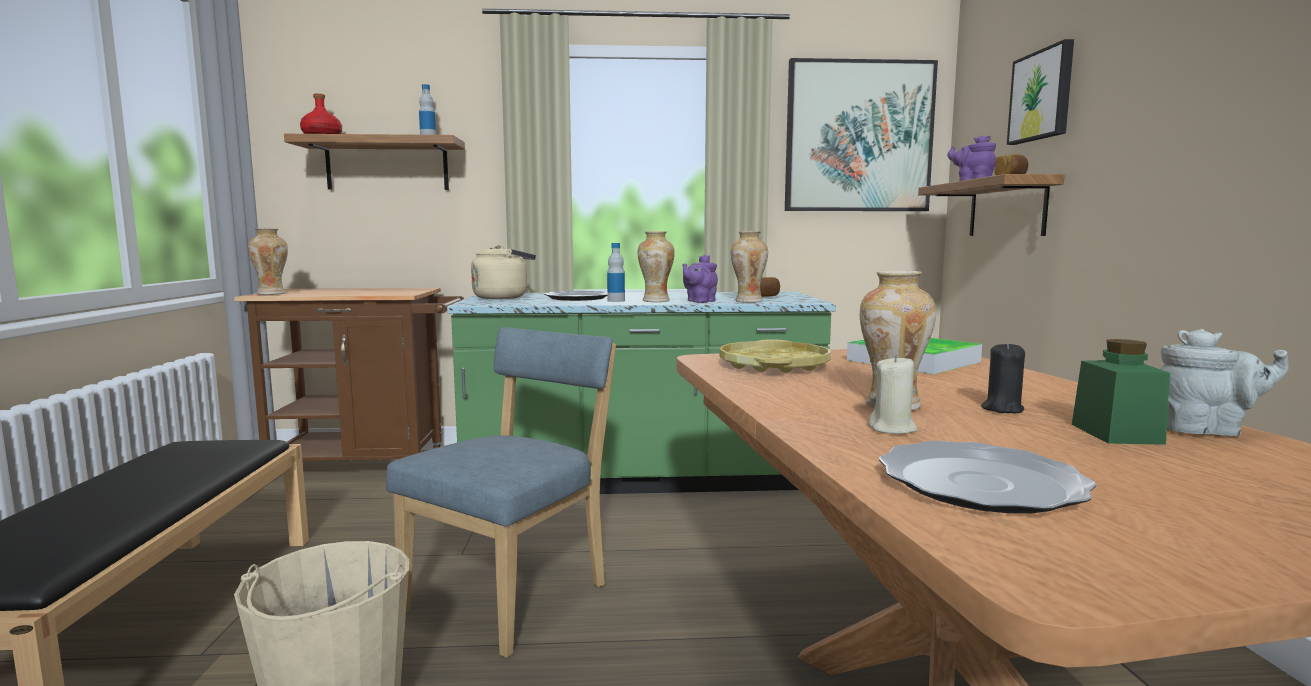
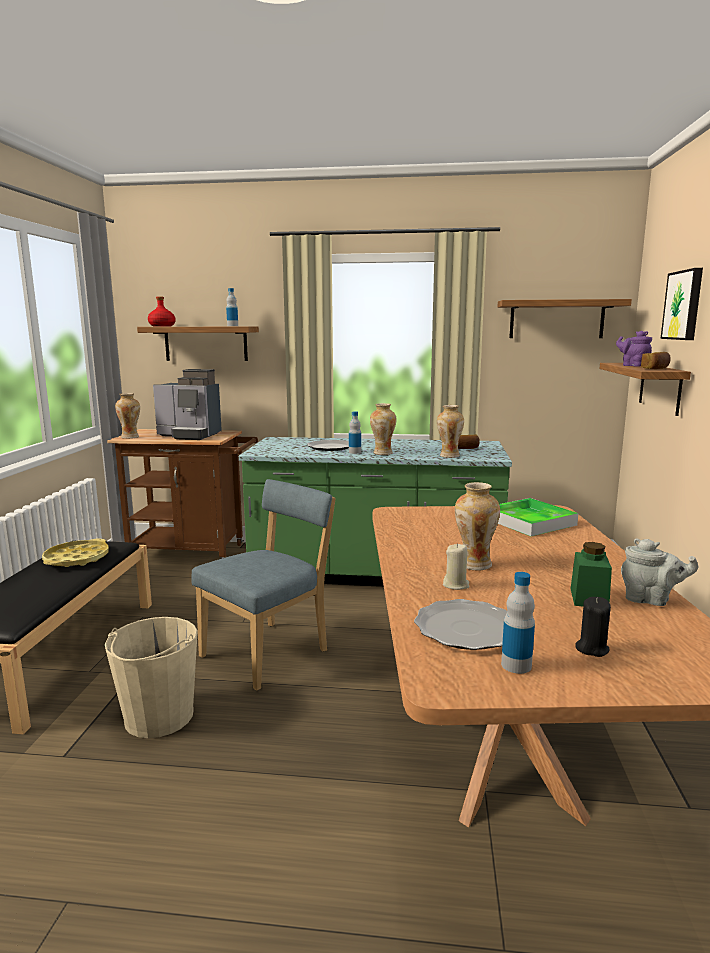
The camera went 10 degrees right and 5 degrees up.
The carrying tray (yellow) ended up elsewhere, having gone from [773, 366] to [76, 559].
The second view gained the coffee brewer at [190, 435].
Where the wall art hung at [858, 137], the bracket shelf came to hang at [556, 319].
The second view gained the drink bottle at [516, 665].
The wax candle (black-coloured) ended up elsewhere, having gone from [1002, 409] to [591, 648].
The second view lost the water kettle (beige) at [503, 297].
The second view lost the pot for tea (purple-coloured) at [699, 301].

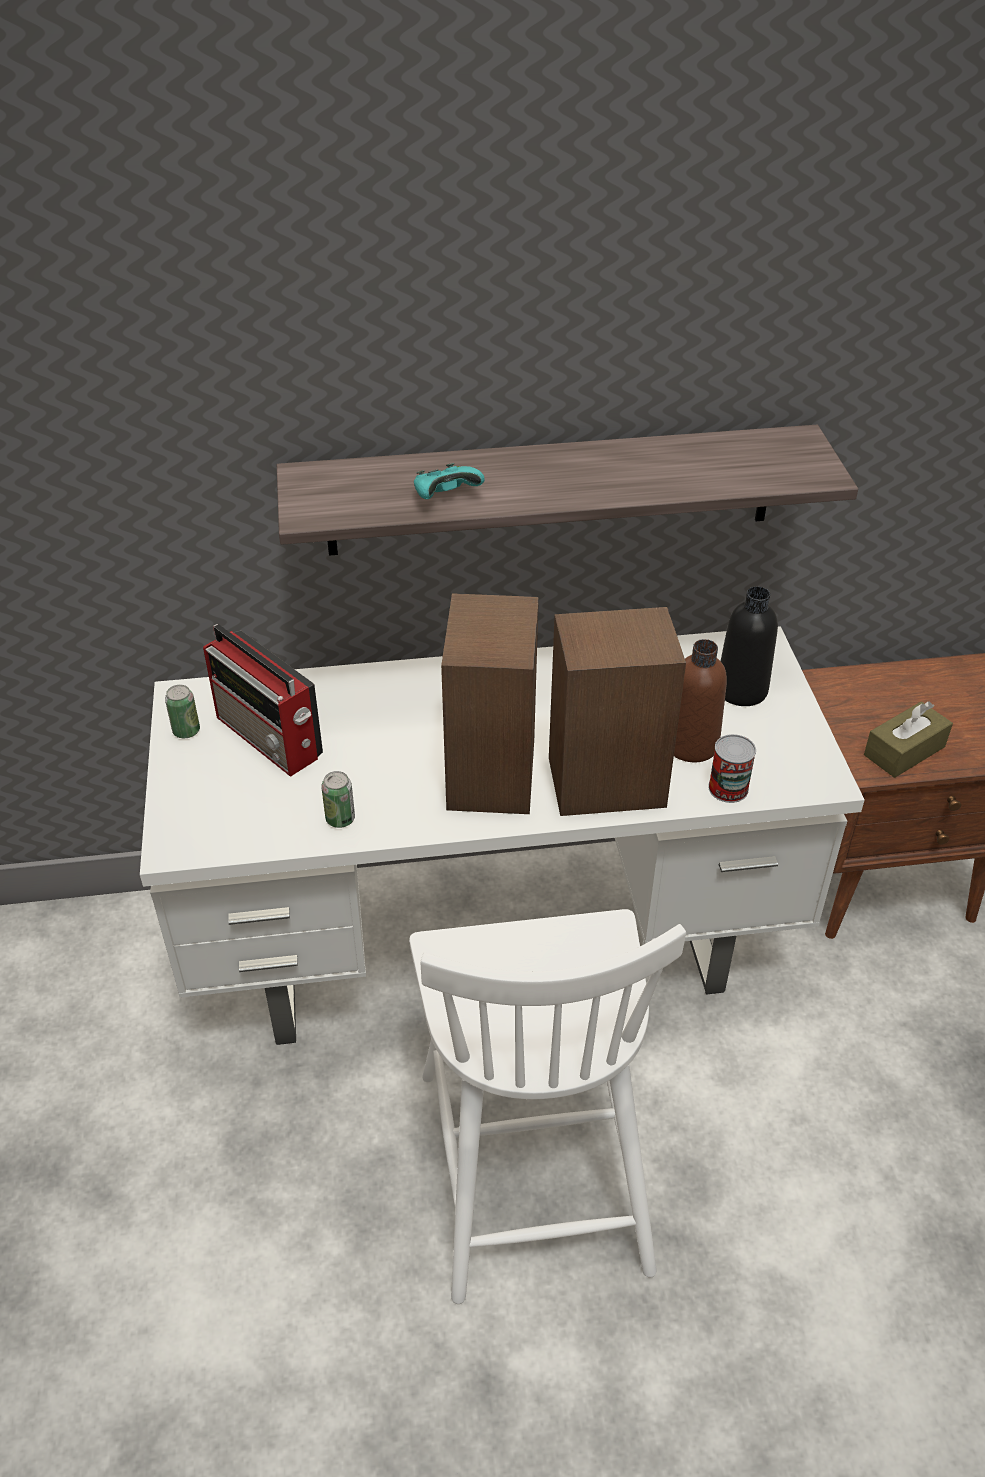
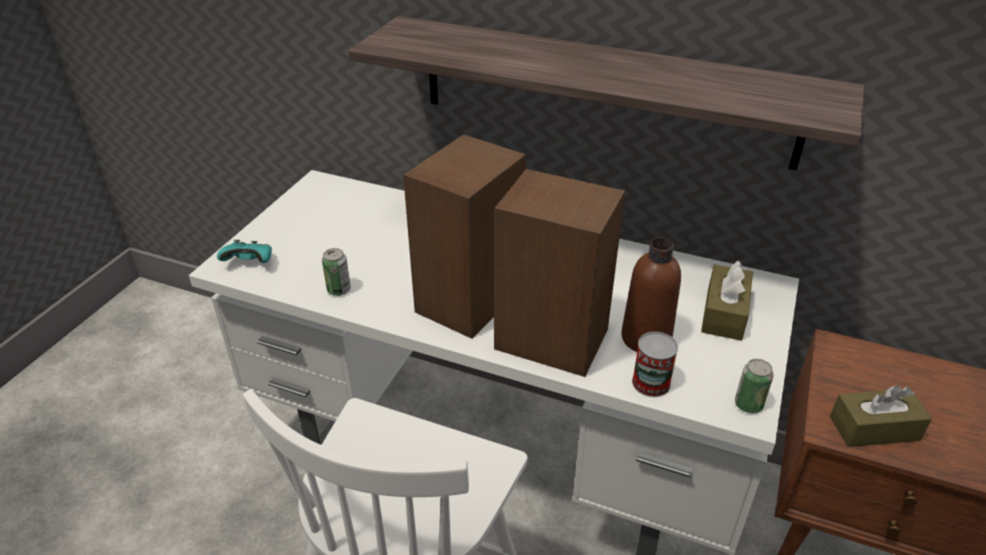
The camera went 30 degrees right and 5 degrees down.
The gamepad (turquoise-coloured) ended up elsewhere, having gone from [446, 497] to [250, 263].
Where the drink bottle (black-coloured) stood at [741, 690], the box of tissues (brownish) came to stand at [724, 313].
The metal can ended up elsewhere, having gone from [186, 731] to [748, 405].
The second view lost the radio receiver at [270, 738].

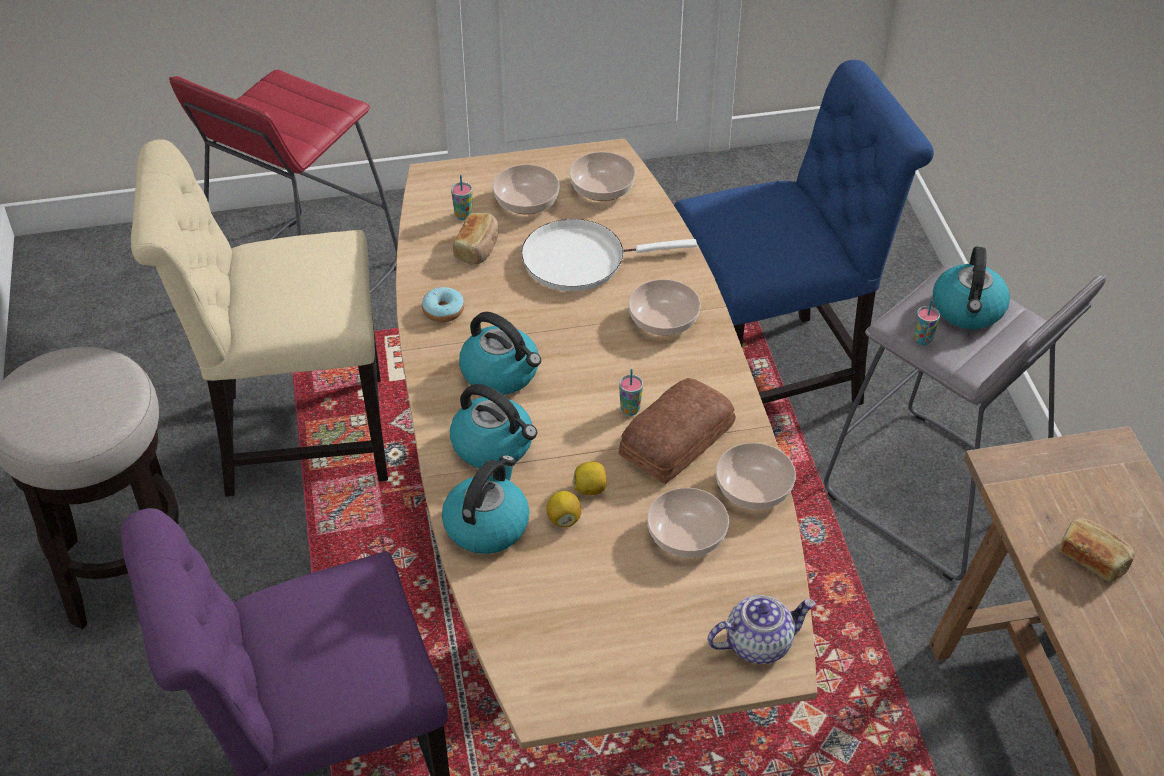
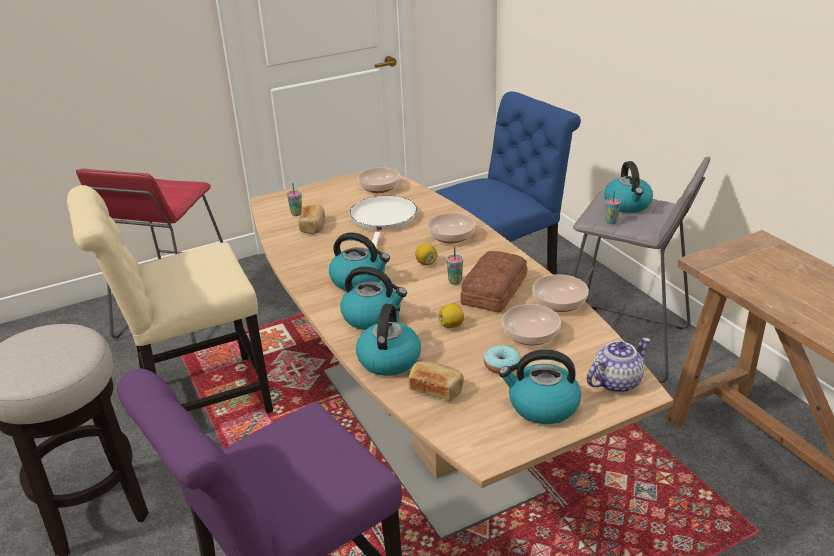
The camera went 15 degrees left and 15 degrees down.
The frying pan (whitish) at [580, 260] ended up facing another way, 120 degrees clockwise from before.
The baked bread ended up elsewhere, having gone from [1093, 558] to [436, 389].
The whole lemon ended up elsewhere, having gone from [563, 519] to [426, 263].
The ring doughnut ended up elsewhere, having gone from [443, 311] to [501, 365].
The second view gained the water kettle at [542, 406].
The second view lost the deep dish at [527, 200].

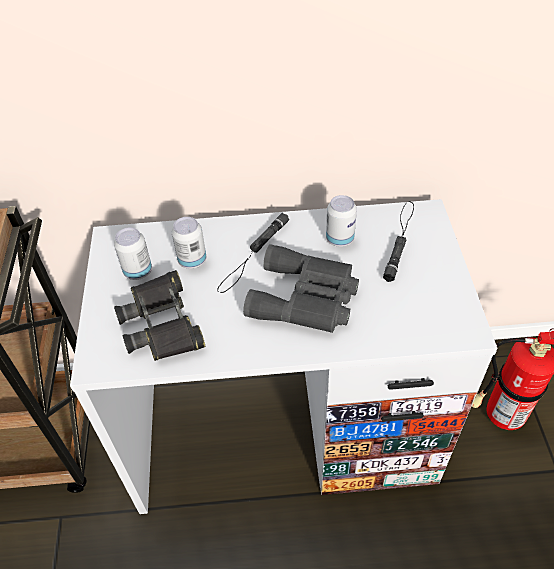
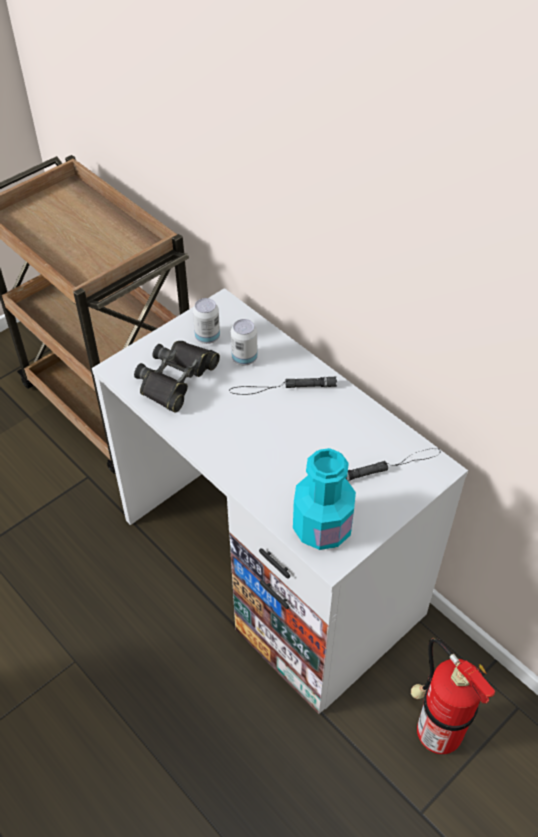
The camera went 50 degrees right and 0 degrees up.
The second view gained the drink bottle (turquoise-coloured) at [322, 528].
The second view lost the field glasses (gray) at [306, 298].
The second view lost the metal can at [339, 239].

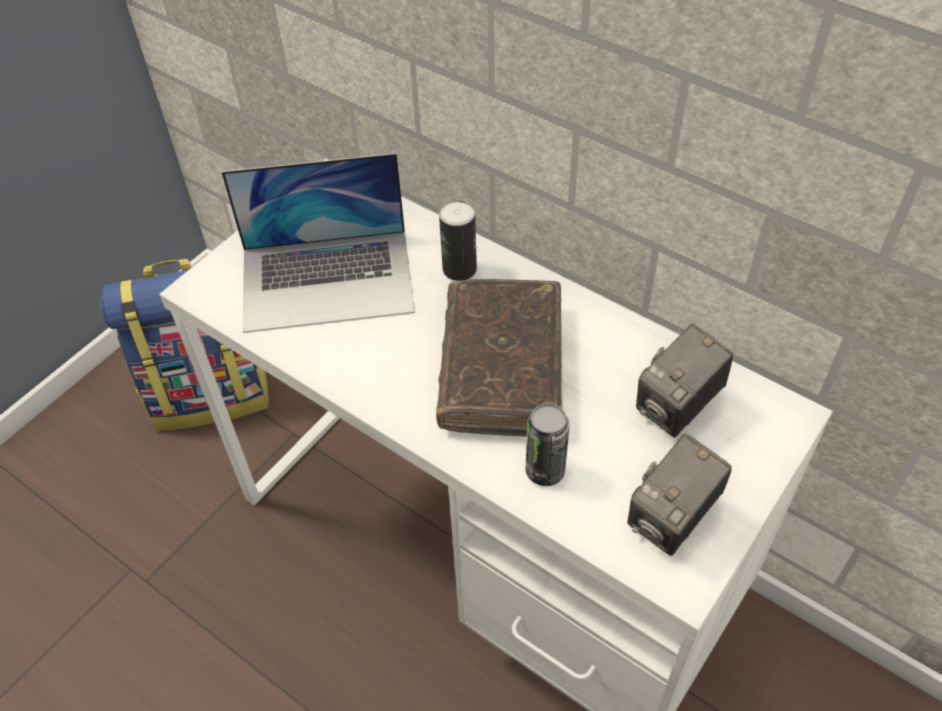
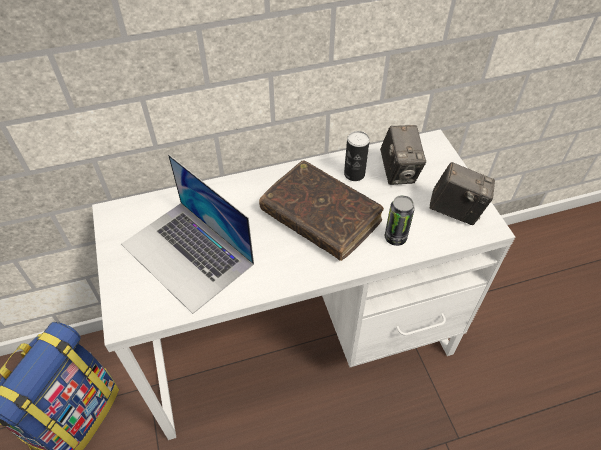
The camera went 55 degrees left and 0 degrees up.
The portable computer at [328, 280] ended up facing another way, 105 degrees clockwise from before.
The metal can ended up elsewhere, having gone from [459, 269] to [354, 174].
The still camera at [671, 519] ended up facing another way, 60 degrees counterclockwise from before.

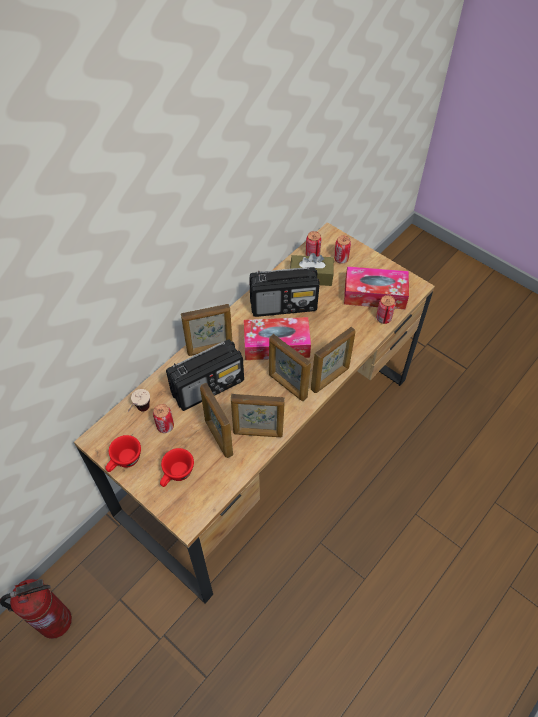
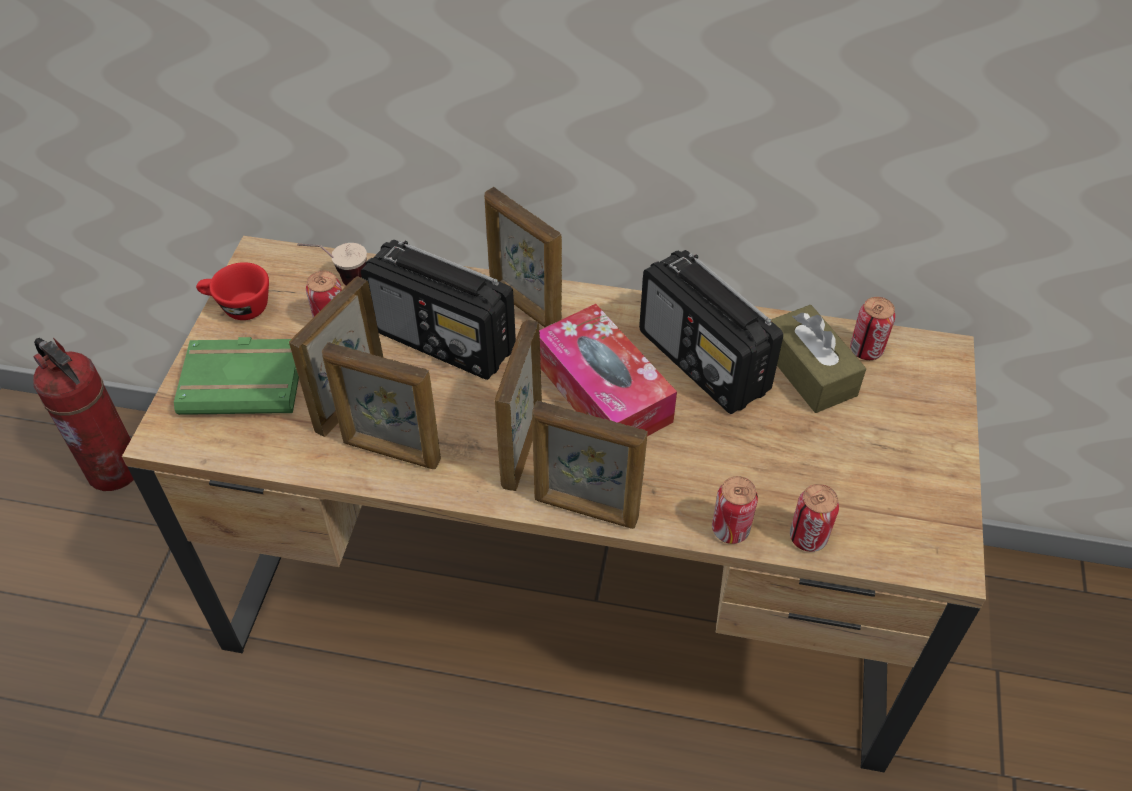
The camera went 60 degrees right and 5 degrees down.
Where the cup (reddish) stood at [177, 475], the volume (green) came to stand at [246, 381].
The picture frame at [258, 433] ended up facing another way, 45 degrees counterclockwise from before.
The metal can ended up elsewhere, having gone from [341, 259] to [730, 529].
The second view lost the box of tissues at [374, 294].

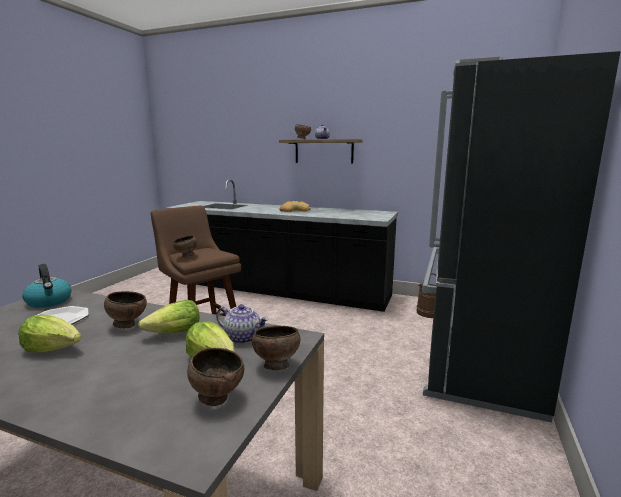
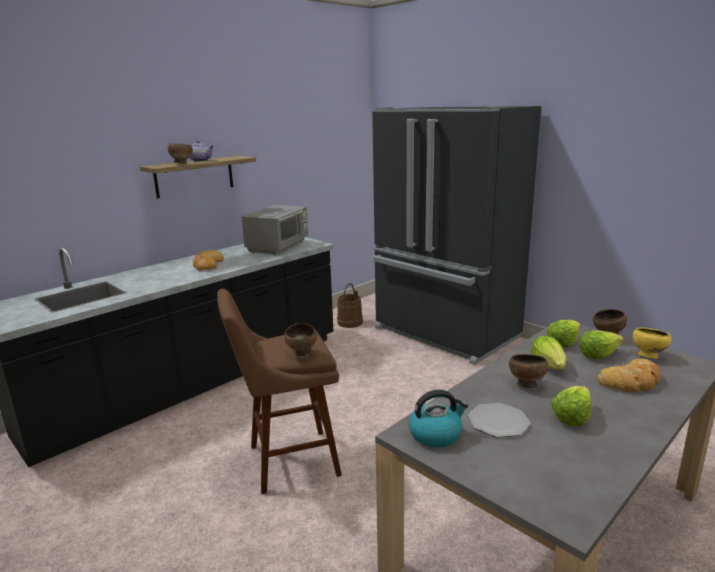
The camera went 65 degrees left and 5 degrees up.
The second view gained the microwave oven (gray) at [279, 247].
Where the pot for tea stood at [243, 337], the head of lettuce came to stand at [563, 342].
The second view gained the baked bread at [632, 381].
What was the deep dish (brownish) at [217, 398] turned into the deep dish (yellow) at [647, 356].

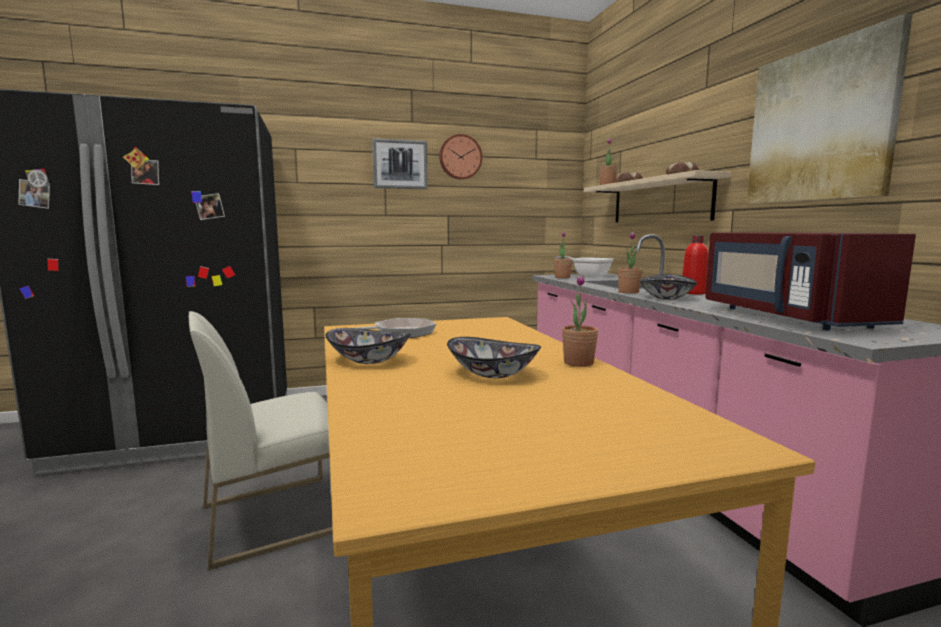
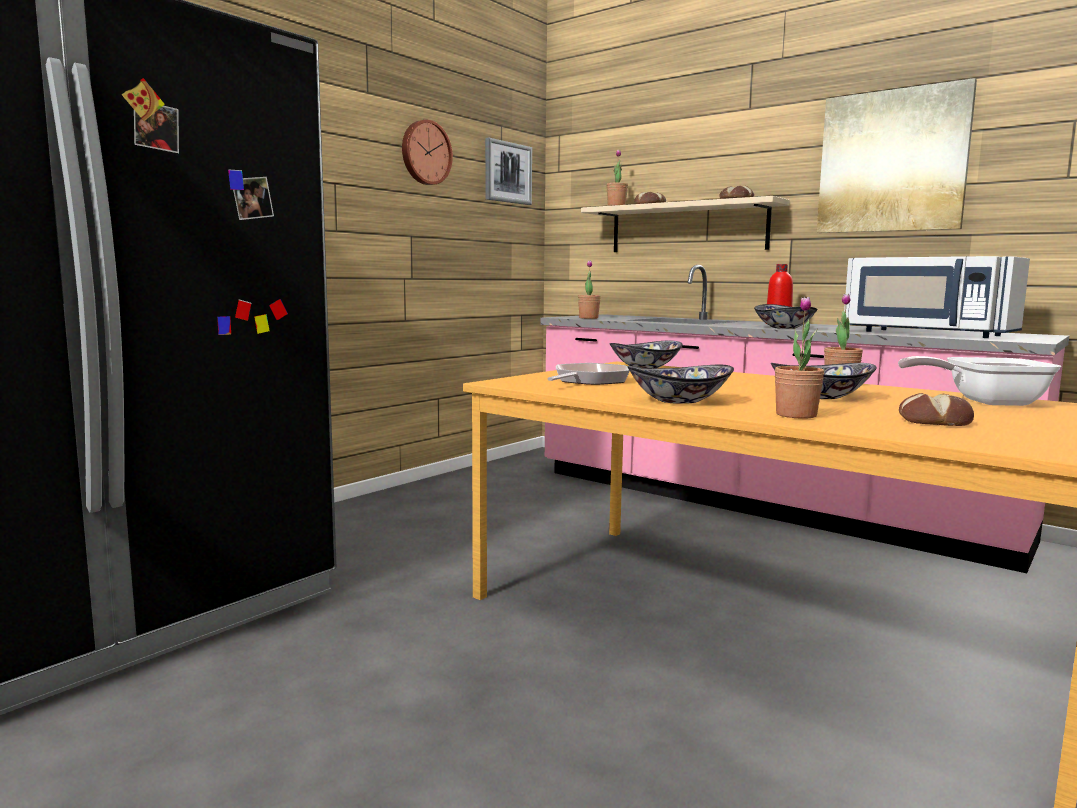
The camera went 35 degrees left and 0 degrees up.
The wall art ended up elsewhere, having gone from [400, 164] to [507, 172].
The second view gained the deep dish at [645, 367].
The plant in a pot ended up elsewhere, having gone from [628, 292] to [796, 415].
What was the microwave oven (reddish) at [785, 317] turned into the microwave oven (whitish) at [926, 333].
The frying pan ended up elsewhere, having gone from [587, 276] to [985, 402].
The second view gained the baked bread at [934, 421].
The second view lost the plain chair (whitish) at [275, 516].

